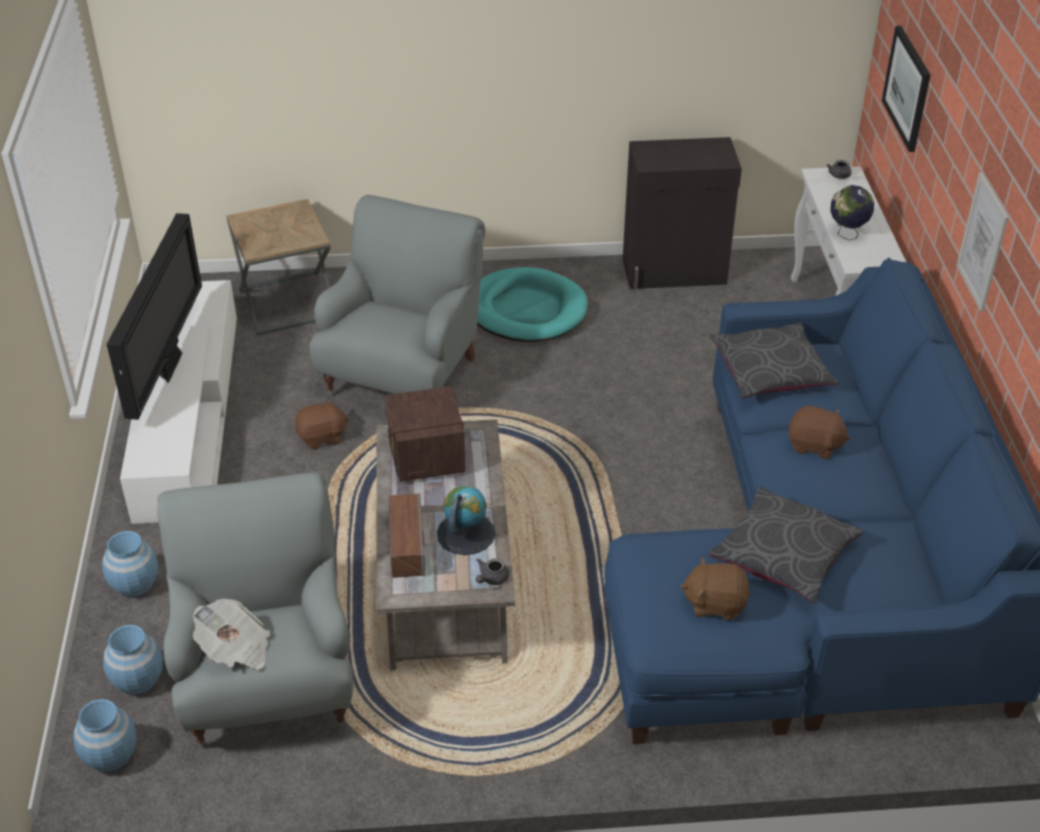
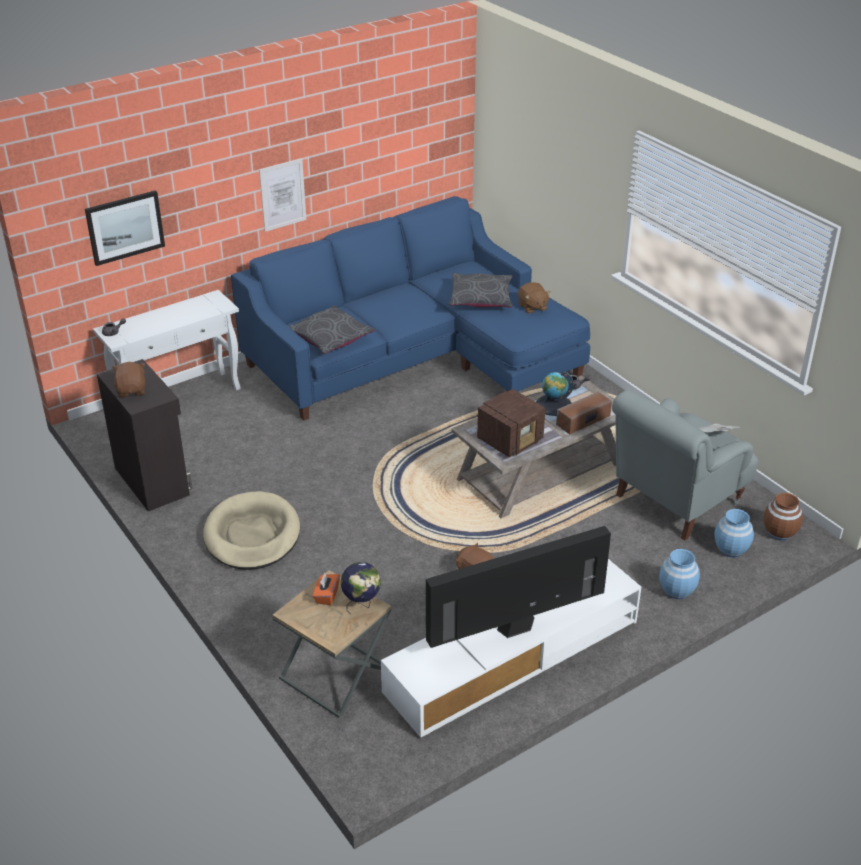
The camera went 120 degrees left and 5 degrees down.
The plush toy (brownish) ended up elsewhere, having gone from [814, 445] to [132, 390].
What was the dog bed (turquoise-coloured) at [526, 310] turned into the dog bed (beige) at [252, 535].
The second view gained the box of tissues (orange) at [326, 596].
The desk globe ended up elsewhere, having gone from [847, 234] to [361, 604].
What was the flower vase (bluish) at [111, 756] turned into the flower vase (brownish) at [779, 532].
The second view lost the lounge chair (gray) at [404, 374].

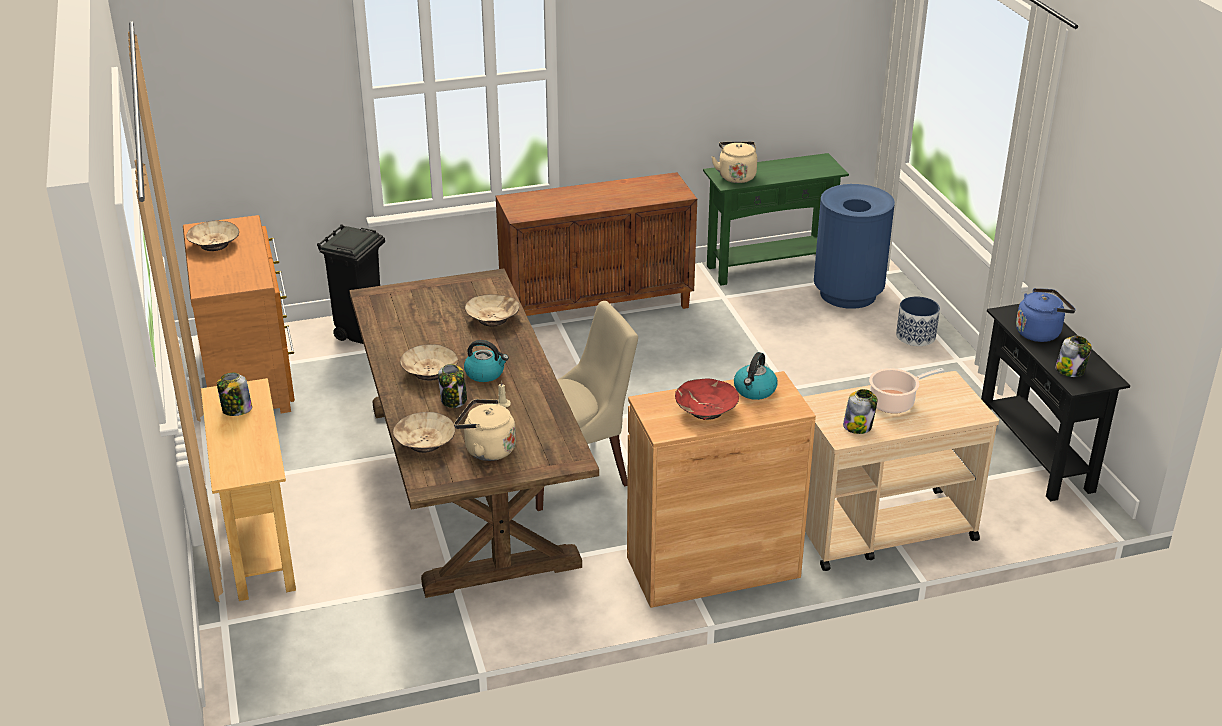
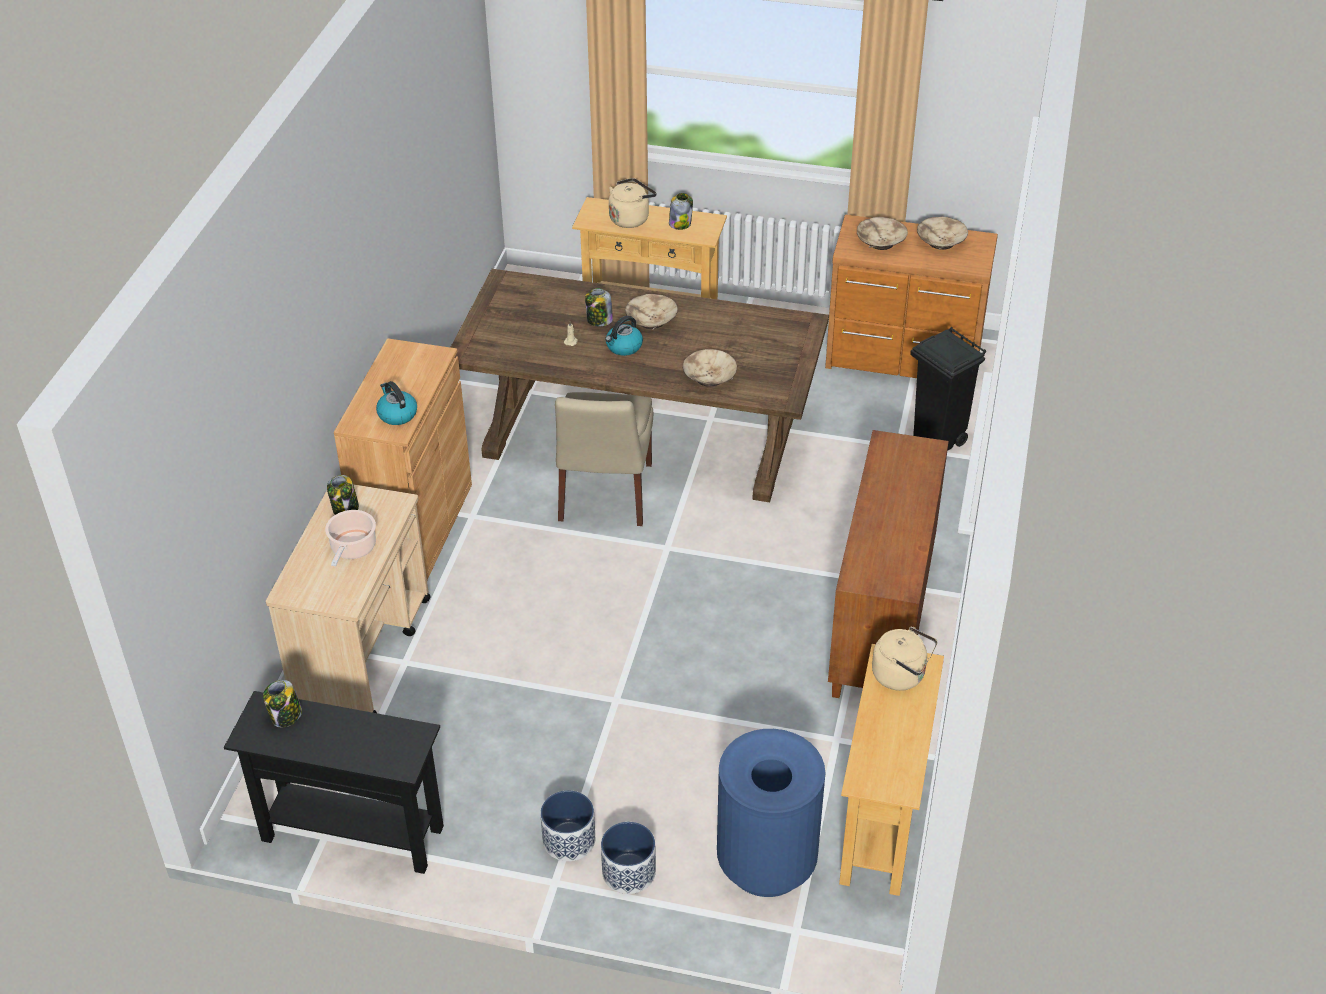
The camera went 120 degrees right and 10 degrees up.
The second view gained the flower pot at [569, 840].
The water kettle (beige) ended up elsewhere, having gone from [486, 450] to [631, 218].
What was the narrow table (green) at [769, 267] turned into the narrow table (beige) at [881, 820].
The deep dish (beige) ended up elsewhere, having gone from [424, 443] to [880, 242].
The second view lost the deep dish (reddish) at [706, 409].
The second view lost the water kettle (bluish) at [1040, 332].

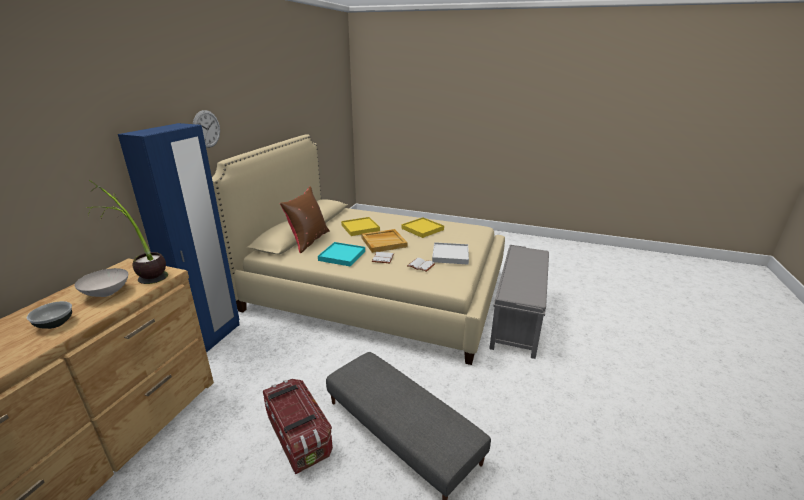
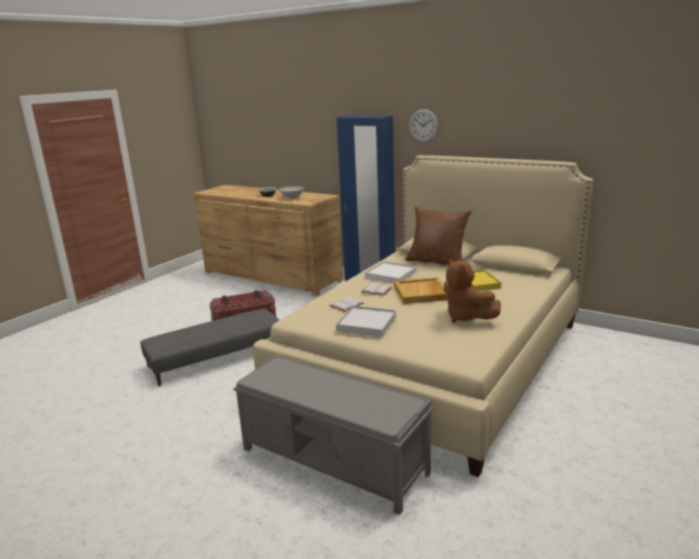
The camera went 105 degrees right and 5 degrees down.
What was the carrying tray (turquoise-coloured) at [342, 256] turned into the carrying tray (whitish) at [391, 275].
Where the carrying tray (yellow) stood at [422, 229], the plush toy (brownish) came to stand at [466, 317].
The second view lost the plant in a pot at [142, 273].

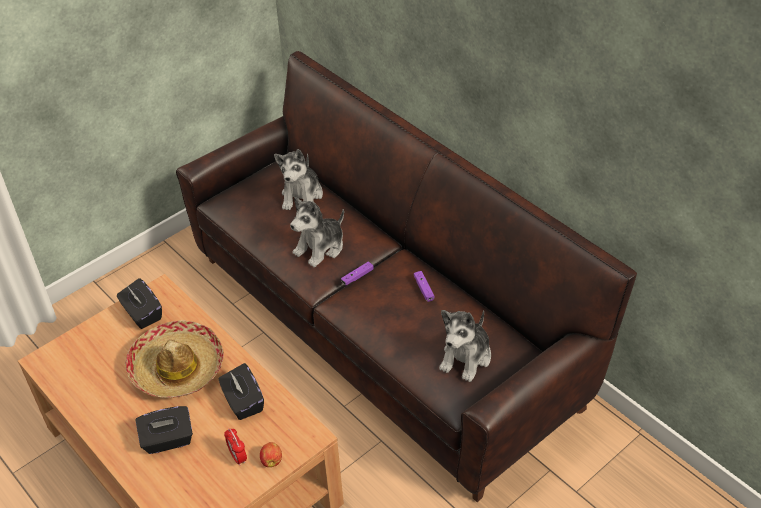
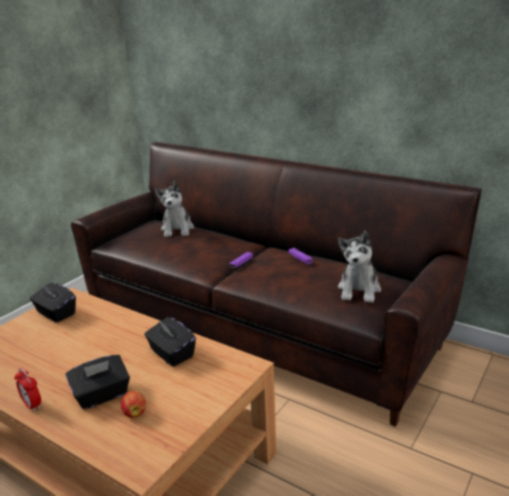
The camera went 15 degrees left and 20 degrees down.
The alarm clock ended up elsewhere, having gone from [238, 457] to [32, 405].
The apple ended up elsewhere, having gone from [271, 460] to [134, 413].
The second view lost the hat at [177, 368].
The second view lost the plush toy at [320, 248].

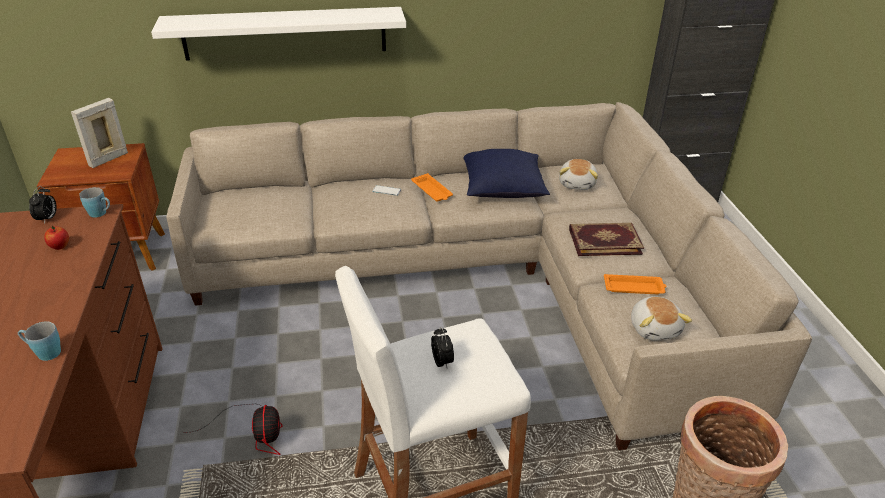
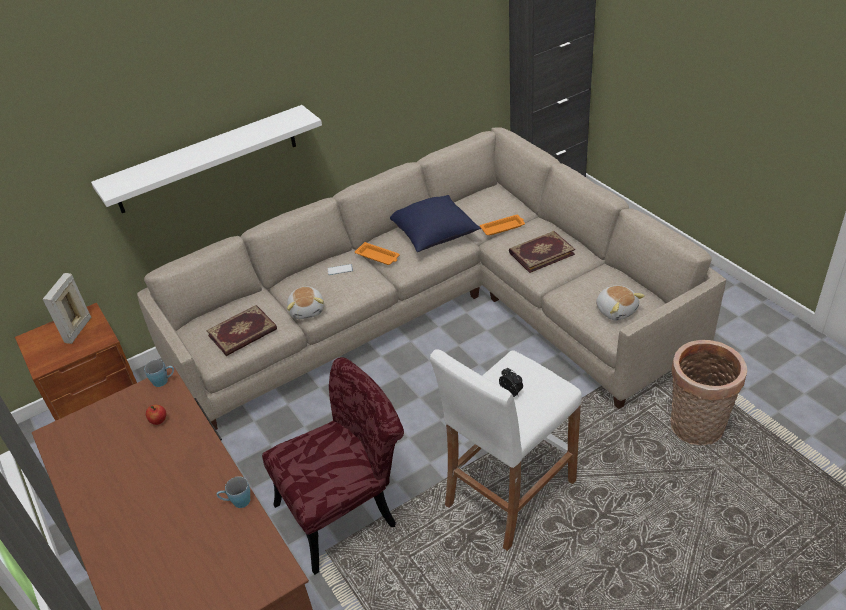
The camera went 20 degrees left and 5 degrees up.
The second view gained the volume at [243, 333].
Where the electric fan stood at [256, 433], the plain chair (reddish) came to stand at [347, 509].
The plush toy ended up elsewhere, having gone from [577, 184] to [307, 310].
The carrying tray (orange) ended up elsewhere, having gone from [634, 288] to [503, 227].
The second view lost the alarm clock at [48, 219].

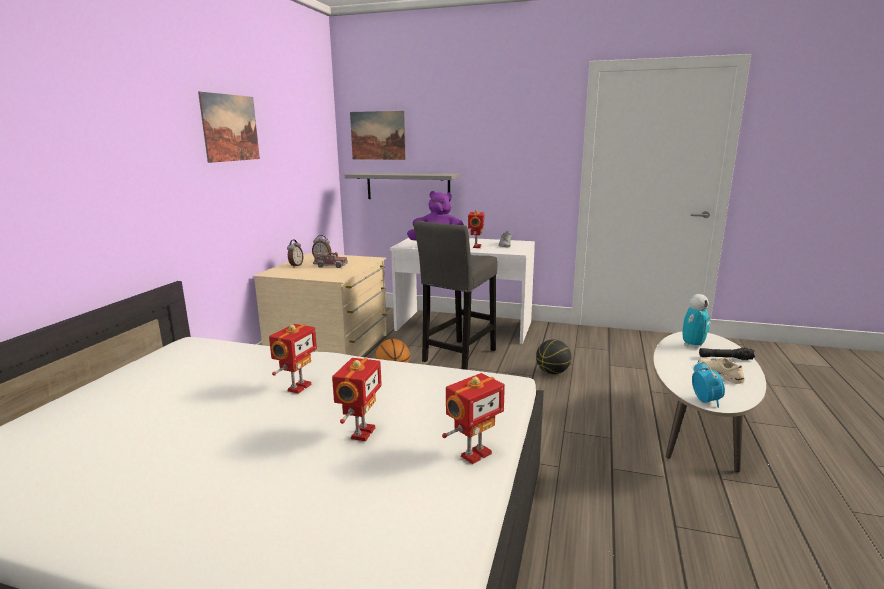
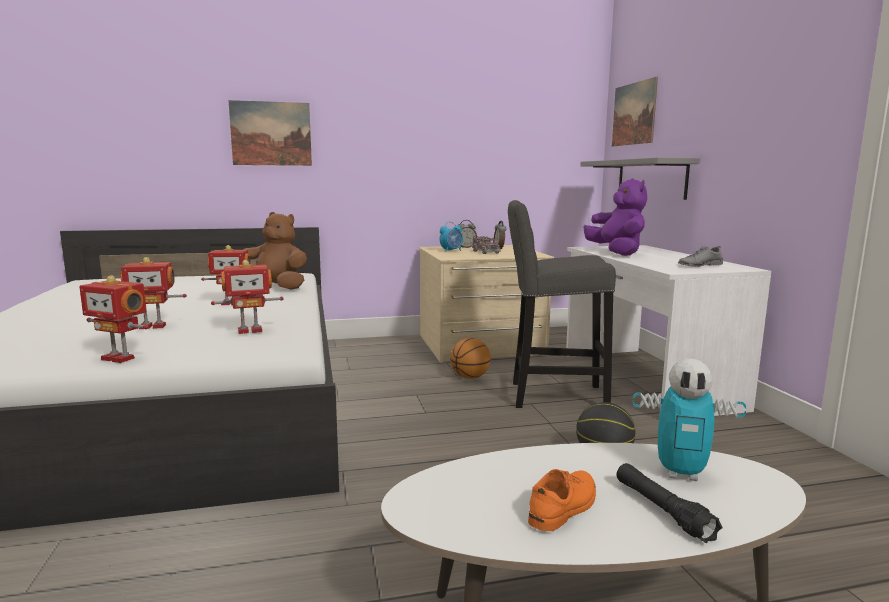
The camera went 60 degrees right and 5 degrees down.
The toy robot ended up elsewhere, having gone from [476, 246] to [250, 330].
The wall art ended up elsewhere, having gone from [230, 128] to [271, 133].
The second view gained the plush toy (brownish) at [275, 287].
The alarm clock ended up elsewhere, having gone from [705, 401] to [451, 251].
What was the item of footwear (beige) at [720, 374] turned into the item of footwear (orange) at [564, 506].

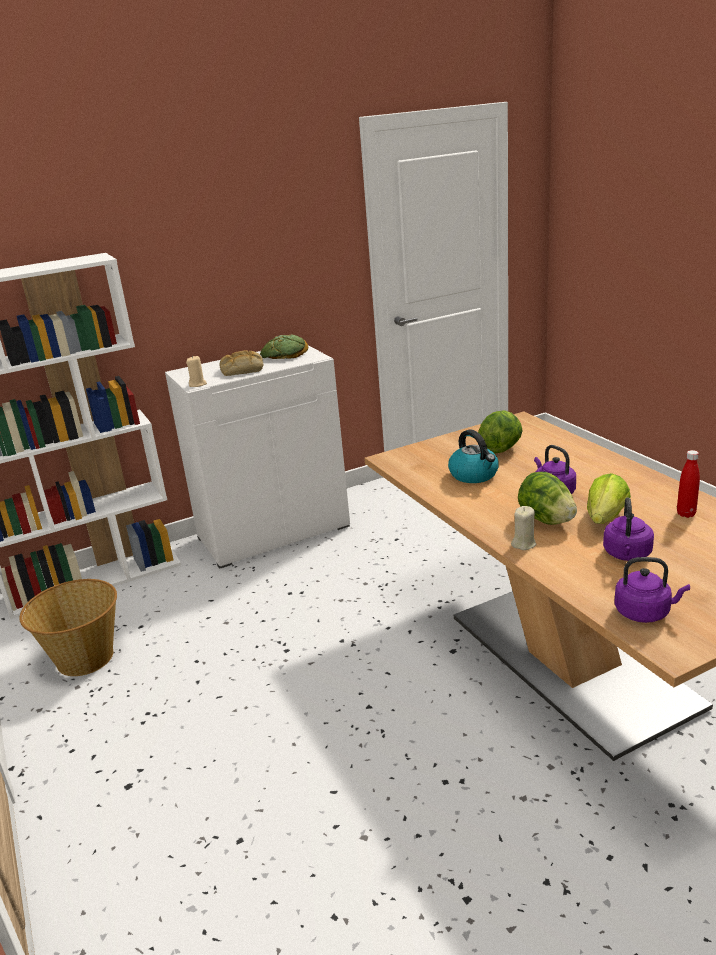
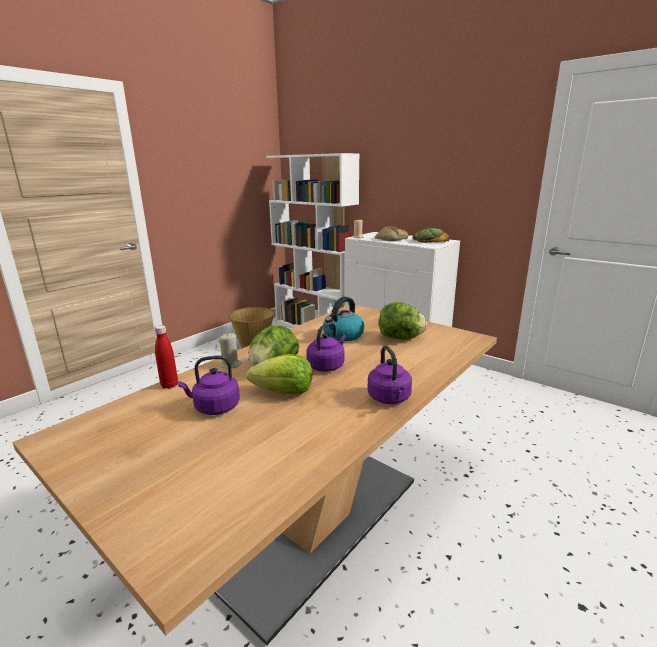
The camera went 65 degrees right and 5 degrees down.
The drink bottle (reddish) ended up elsewhere, having gone from [686, 514] to [169, 385].
The water kettle (purple-coloured) ended up elsewhere, having gone from [645, 612] to [390, 399].

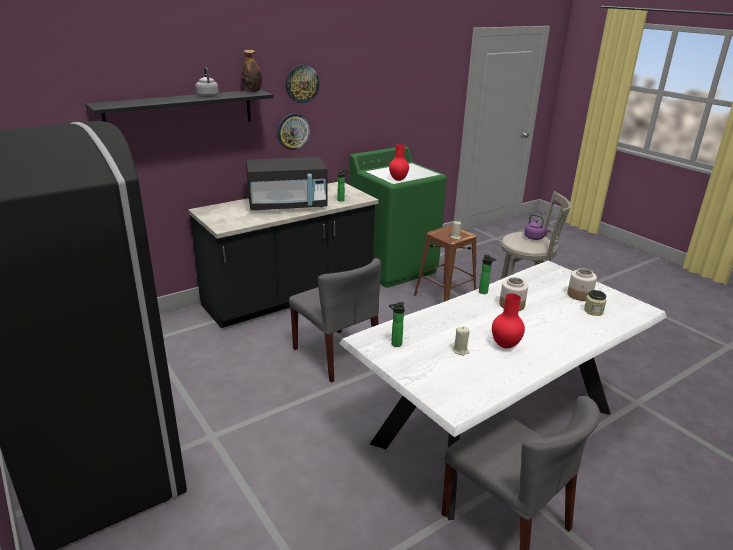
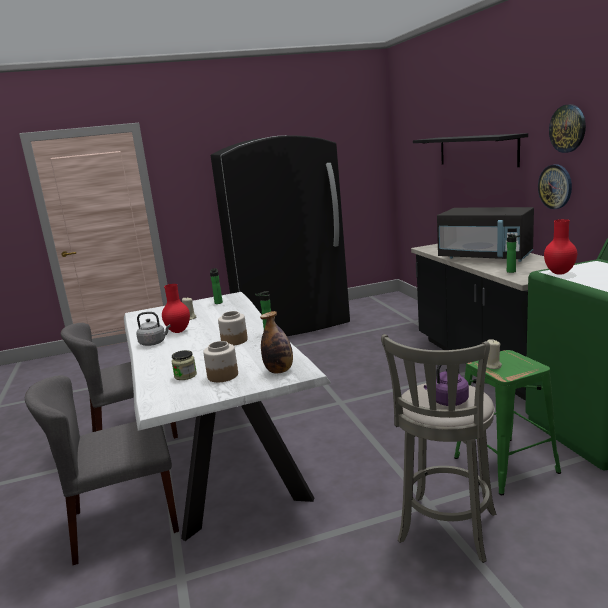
The camera went 110 degrees right and 10 degrees down.
The plain chair (gray) ended up elsewhere, having gone from [336, 355] to [124, 522].
The water kettle (gray) ended up elsewhere, having gone from [207, 96] to [154, 343].
The drink bottle ended up elsewhere, having gone from [252, 91] to [279, 371].
The microwave oven (black-coloured) at [287, 205] ended up facing another way, 60 degrees counterclockwise from before.
What was the sitting stool (brownish) at [444, 296] turned into the sitting stool (green) at [506, 464].

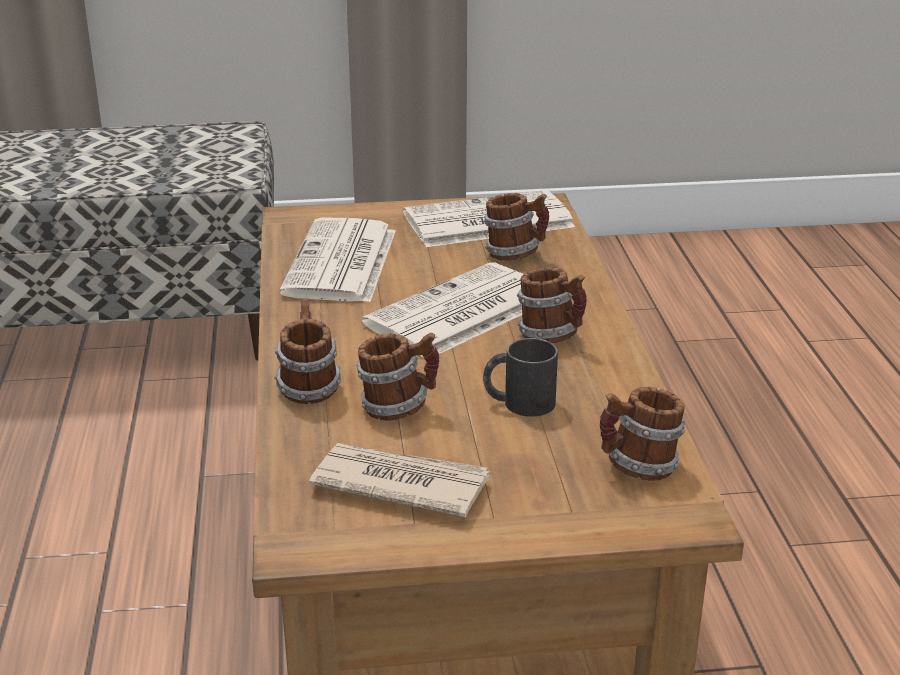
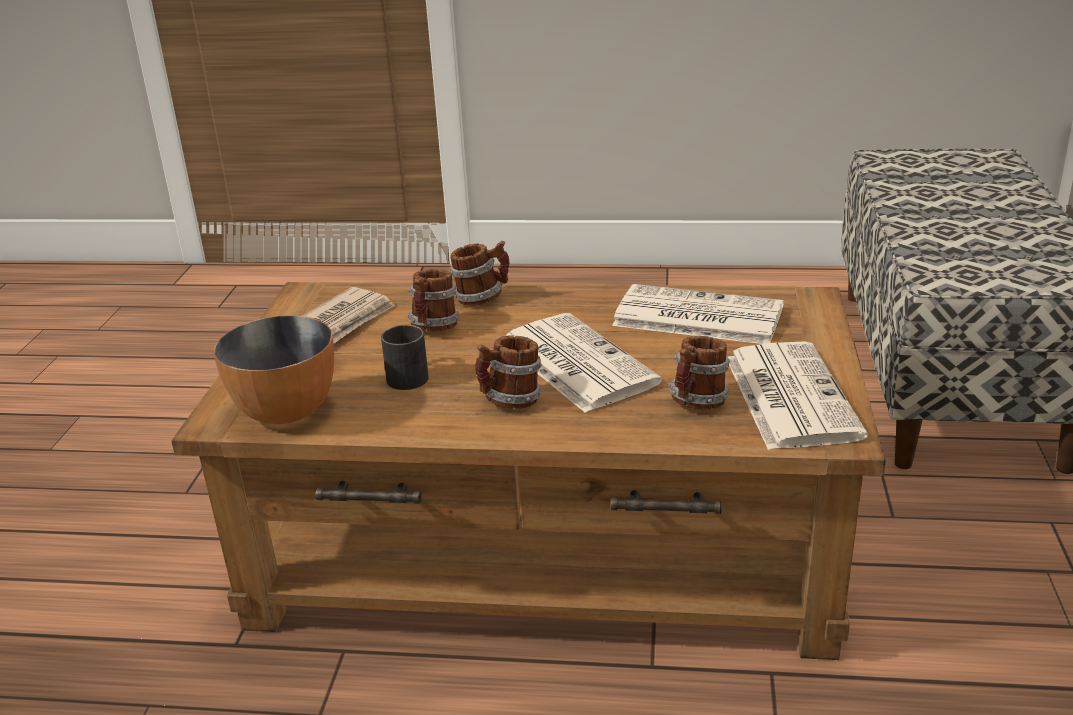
The camera went 105 degrees right and 0 degrees up.
Where the mug stood at [638, 468], the deep dish came to stand at [287, 411].

